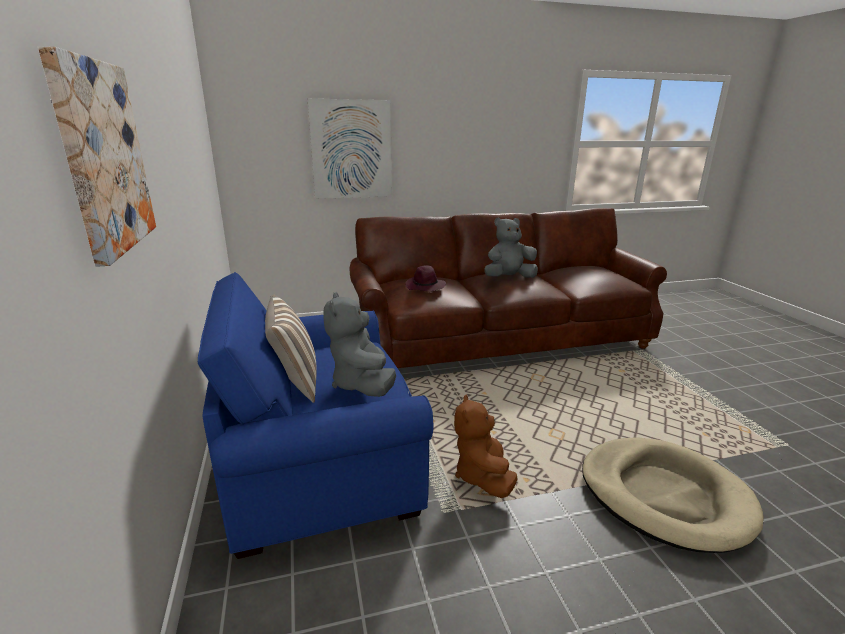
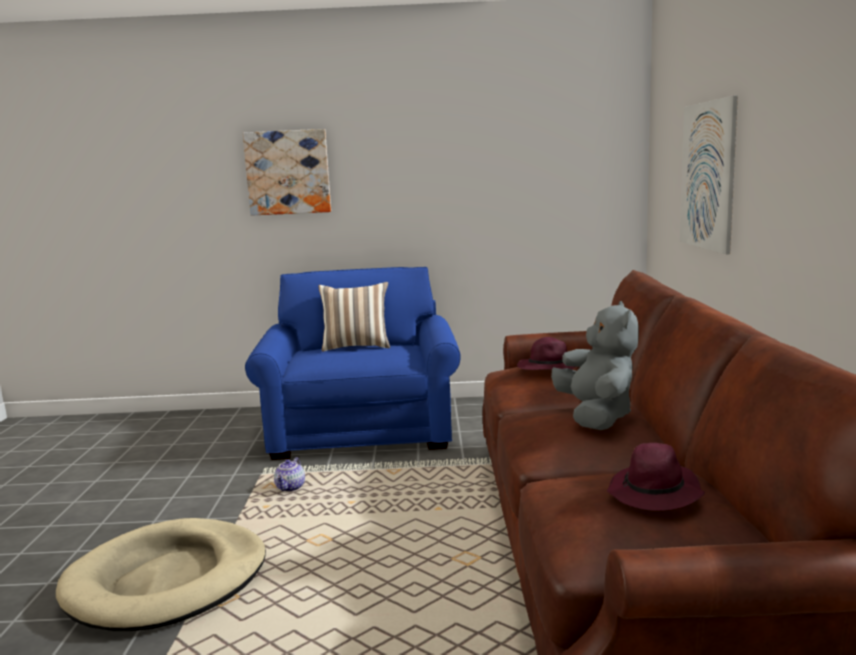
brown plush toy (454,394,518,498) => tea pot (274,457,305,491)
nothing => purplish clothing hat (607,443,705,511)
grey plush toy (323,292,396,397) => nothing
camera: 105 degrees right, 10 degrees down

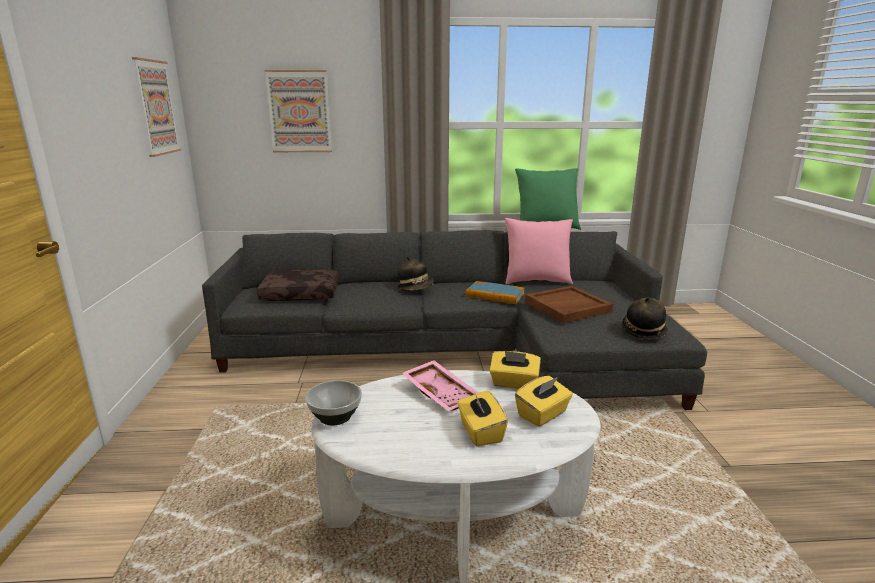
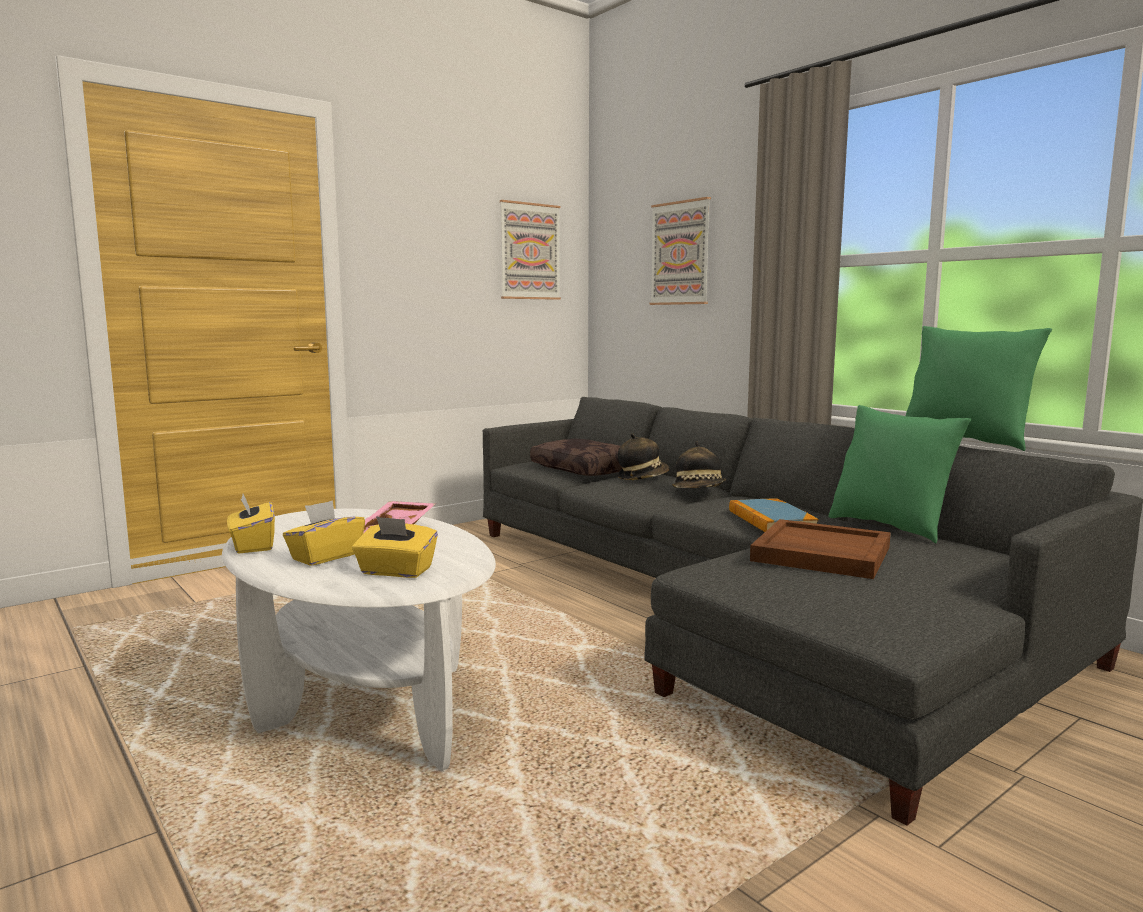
yellow-coloured tissue holder (490,351,541,389) => yellow-coloured tissue holder (227,494,275,553), relocated
clothing hat (622,297,669,340) => clothing hat (618,433,670,480), relocated
pinkish pillow (505,218,573,284) => green pillow (828,405,971,543)
serving bowl (305,380,362,425) => nothing
camera: 55 degrees right, 10 degrees down

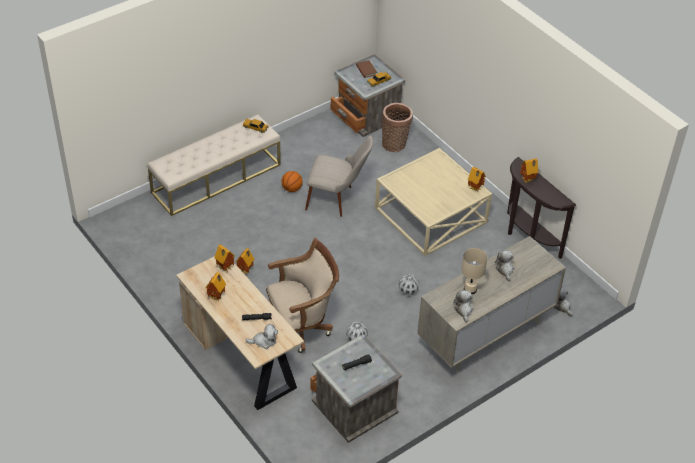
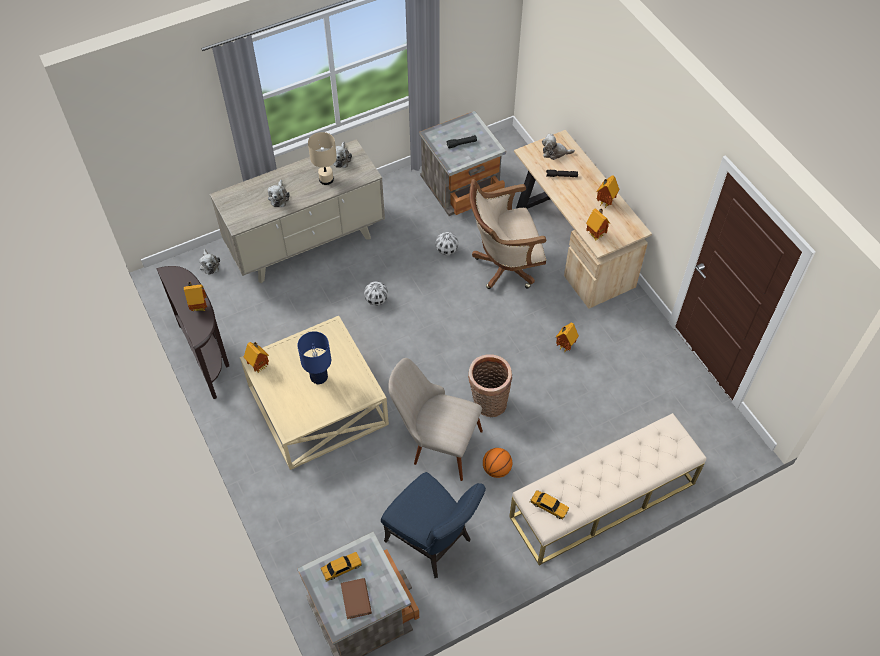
nothing => blue table lamp (297,331,331,385)
nothing => blue plain chair (381,472,486,578)
basket (382,103,413,152) => basket (468,354,512,417), relocated
camera: 170 degrees left, 10 degrees up

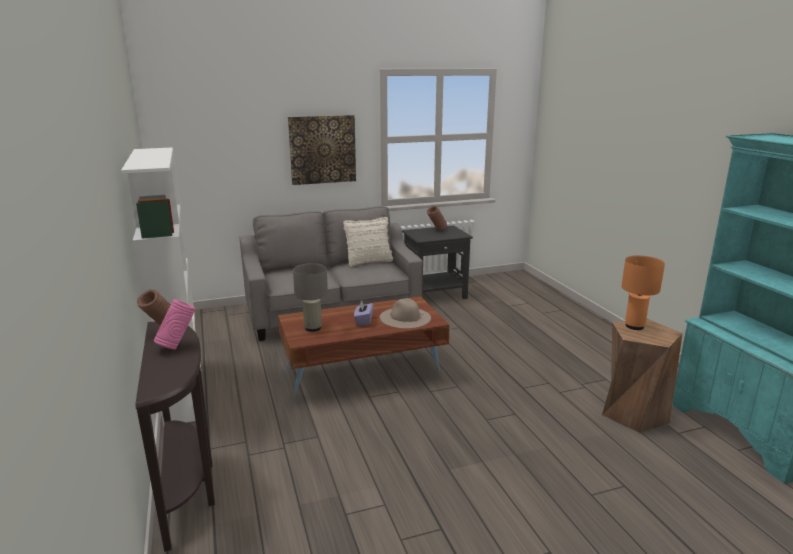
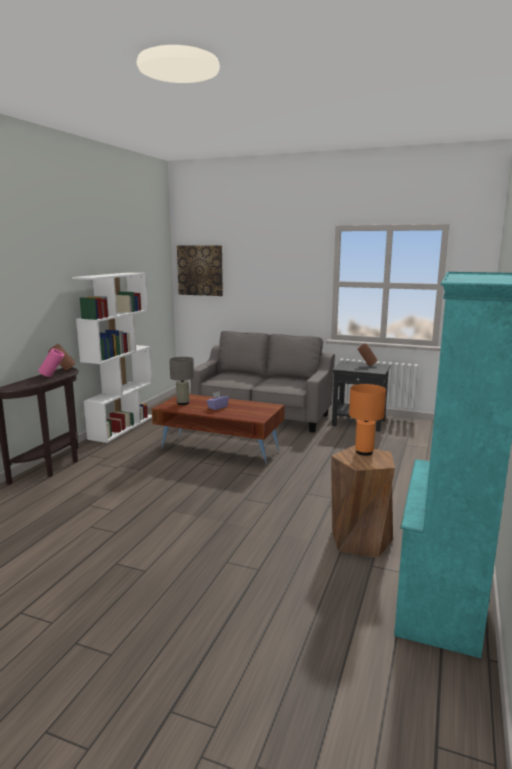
wall picture (288,115,356,185) => wall picture (177,245,223,296), relocated
sand-coloured pillow (343,217,393,267) => nothing
sand-coloured clothing hat (380,298,431,329) => nothing
camera: 40 degrees right, 5 degrees down

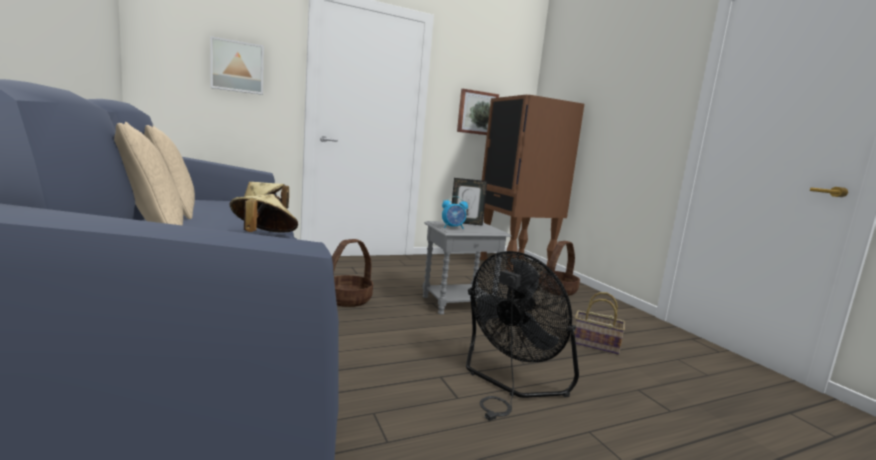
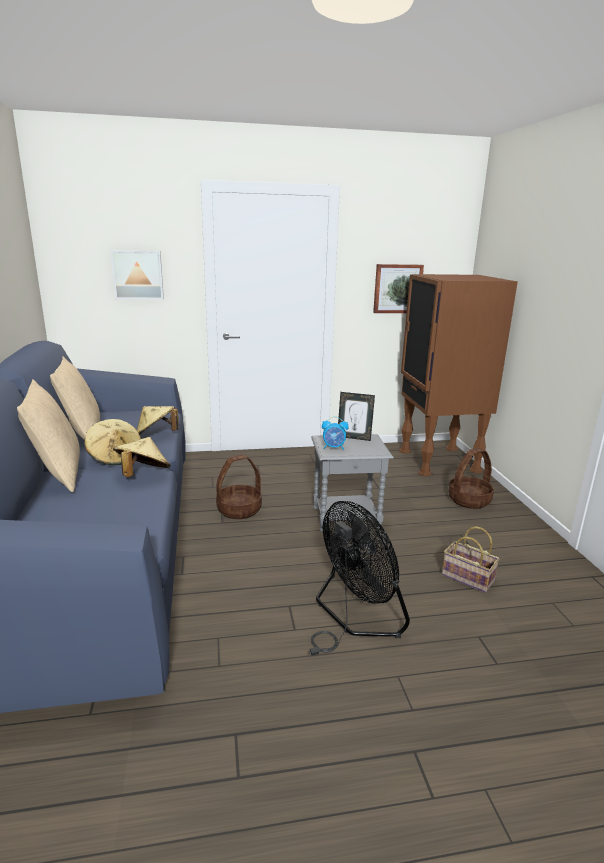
nothing => sand-coloured clothing hat (84,419,141,465)
camera: 15 degrees right, 10 degrees up

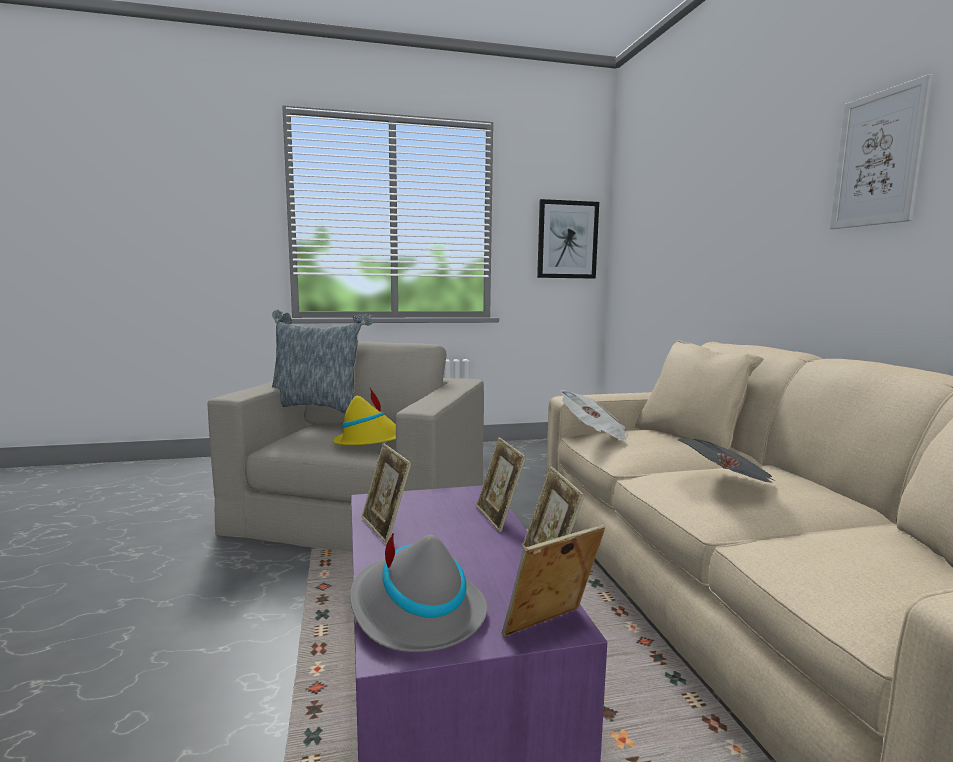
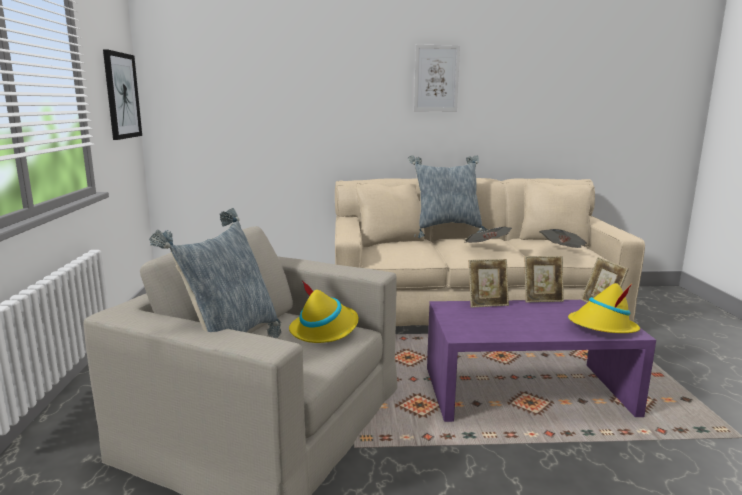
nothing => pillow (408,155,488,238)
printed paper (561,390,627,441) => printed paper (539,229,587,248), relocated
grey clothing hat (350,533,488,652) => yellow-coloured clothing hat (568,283,640,333)
picture frame (361,443,412,544) => nothing
camera: 80 degrees left, 5 degrees up

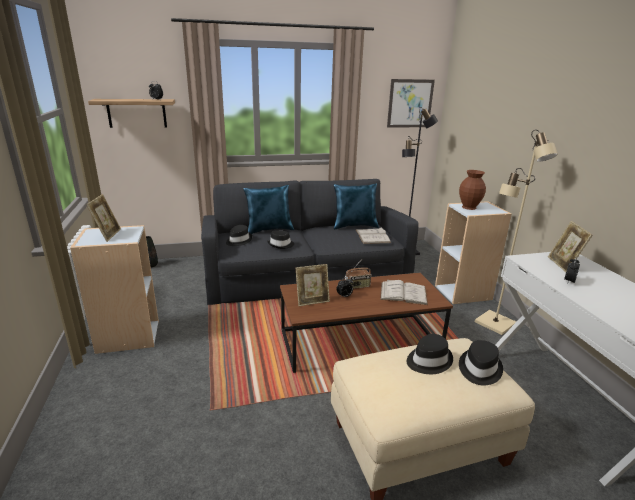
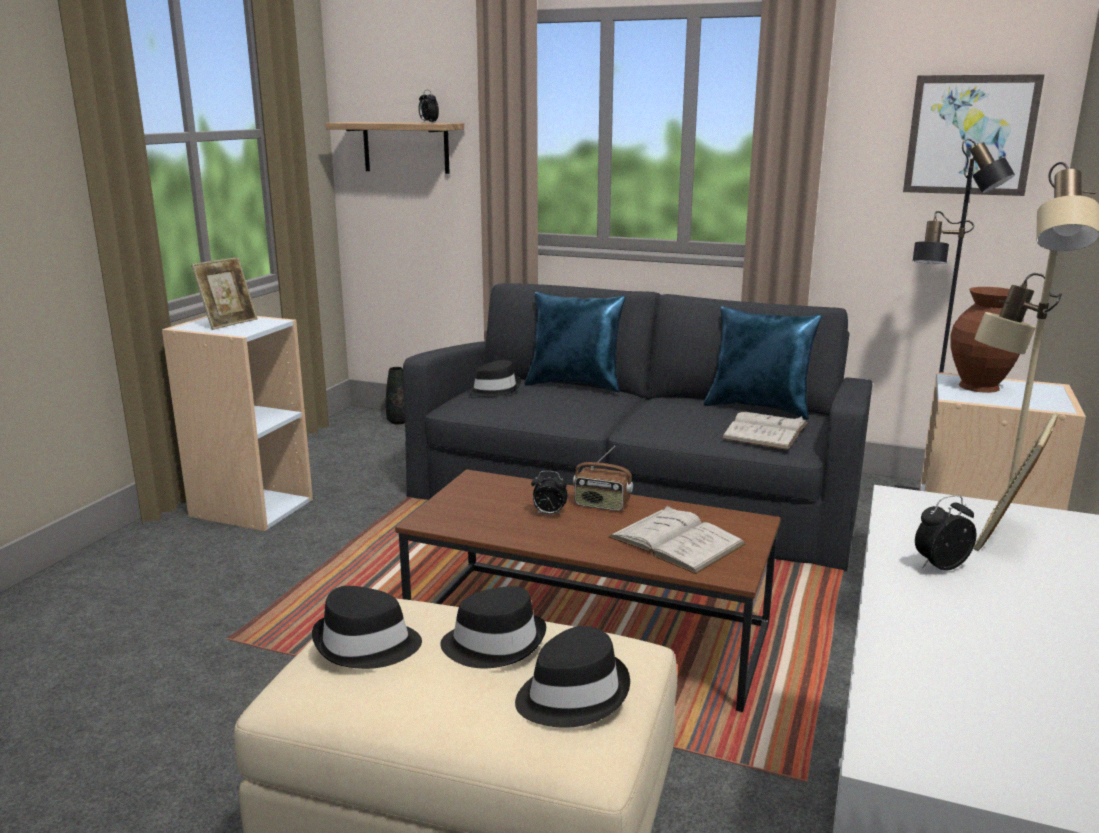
black clothing hat (267,231,294,249) => black clothing hat (312,586,422,669), relocated
picture frame (296,264,330,306) => nothing
camera: 35 degrees right, 5 degrees down

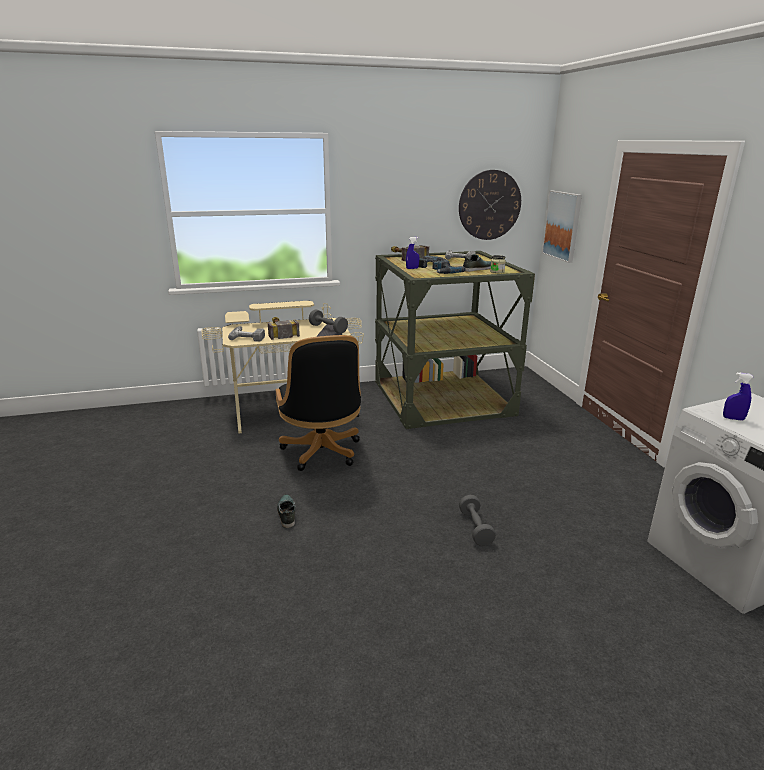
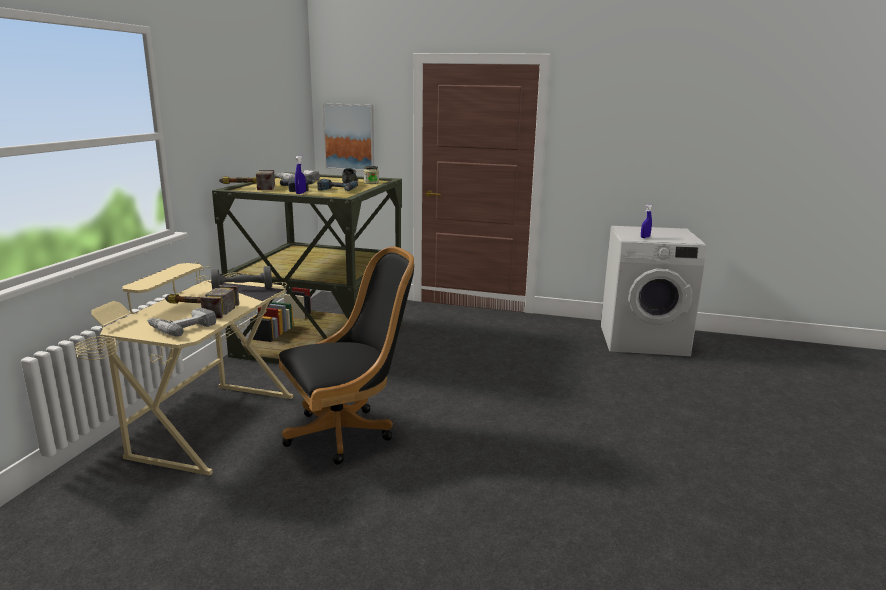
black office chair (276,335,361,471) => black office chair (279,246,414,465), 45 degrees counterclockwise
shoe (277,495,295,528) => nothing
wall clock (459,170,521,240) => nothing
grey free weight (459,495,496,546) => nothing
camera: 60 degrees left, 5 degrees down

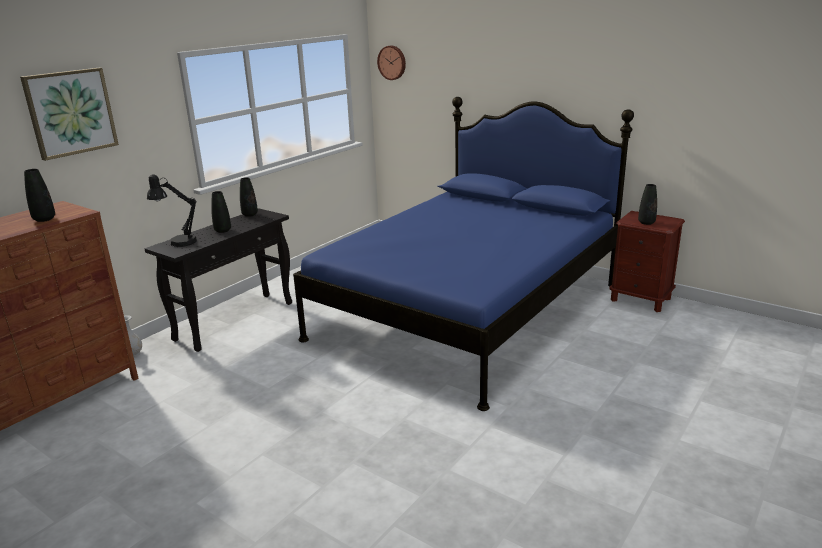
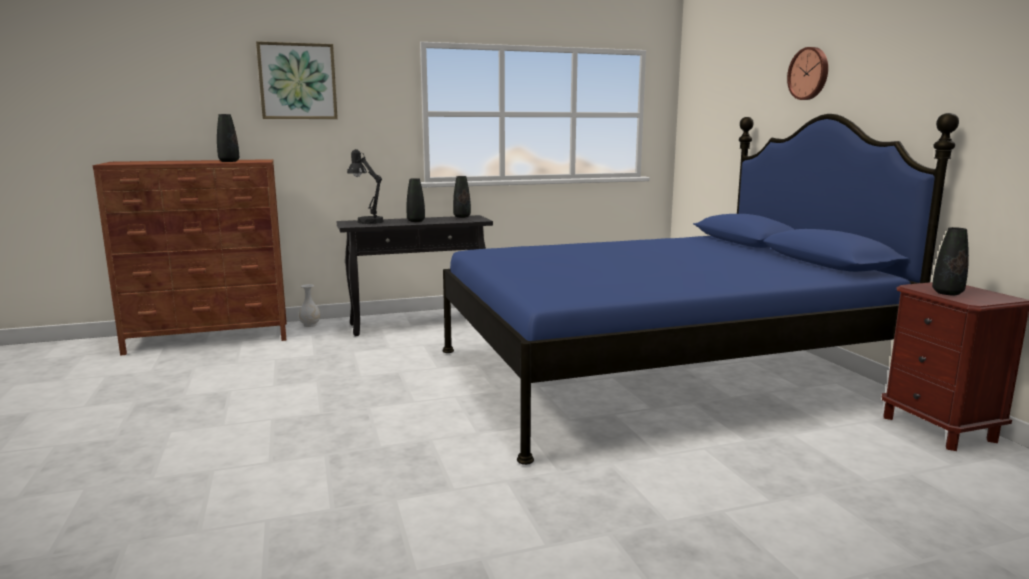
wall clock (377,46,406,80) => wall clock (787,47,828,100), relocated
camera: 35 degrees right, 10 degrees down

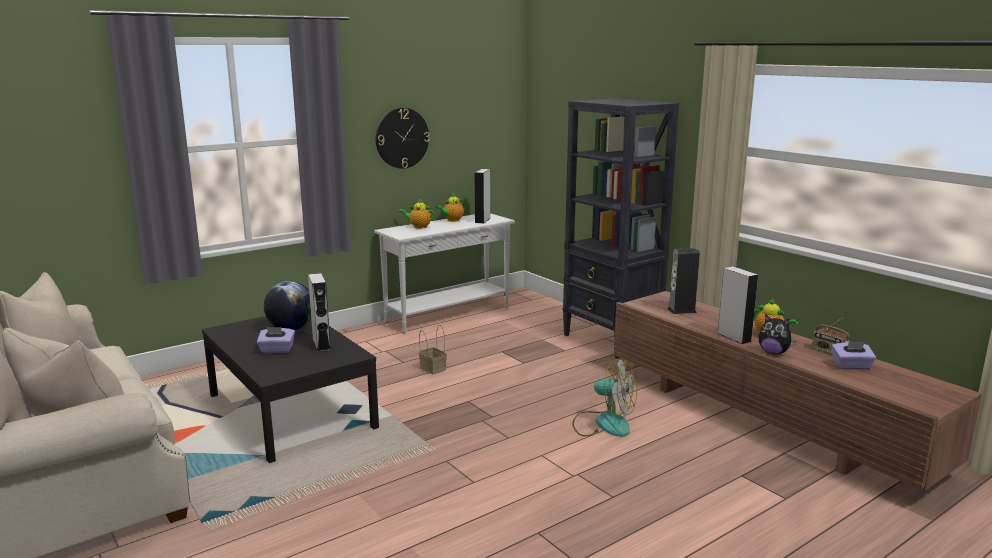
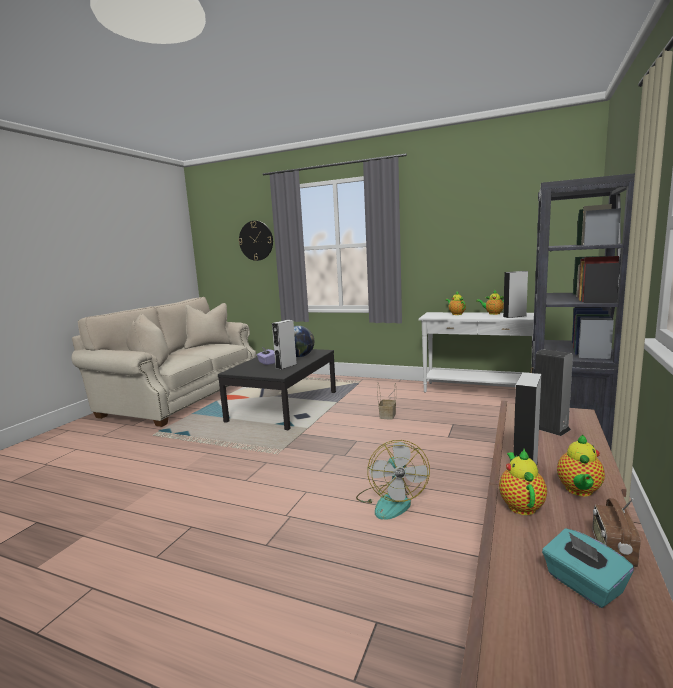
wall clock (376,108,430,169) => wall clock (238,221,273,261), relocated
plush toy (759,314,796,355) => tea pot (499,449,547,515)
purplish tissue holder (832,341,876,370) => turquoise tissue holder (542,528,634,608)
camera: 60 degrees right, 5 degrees down

